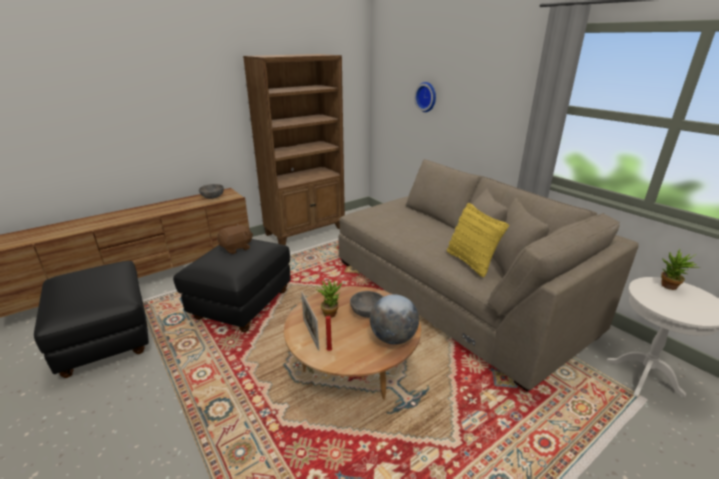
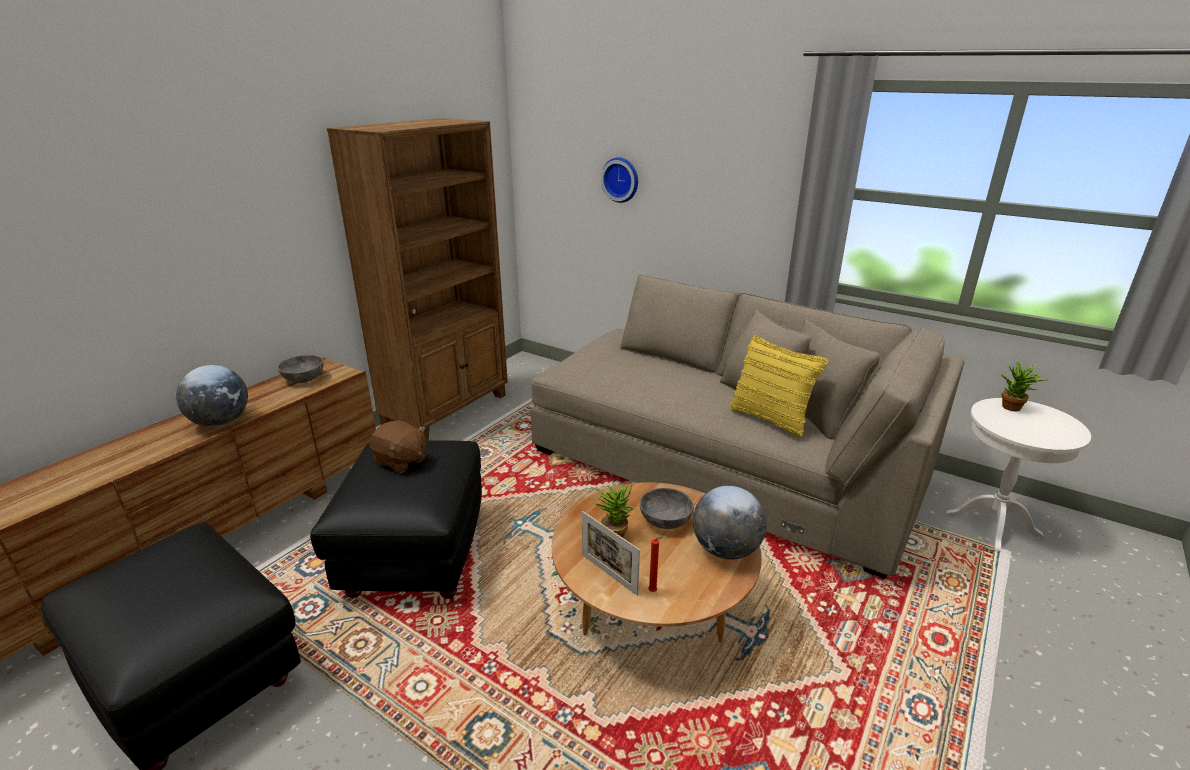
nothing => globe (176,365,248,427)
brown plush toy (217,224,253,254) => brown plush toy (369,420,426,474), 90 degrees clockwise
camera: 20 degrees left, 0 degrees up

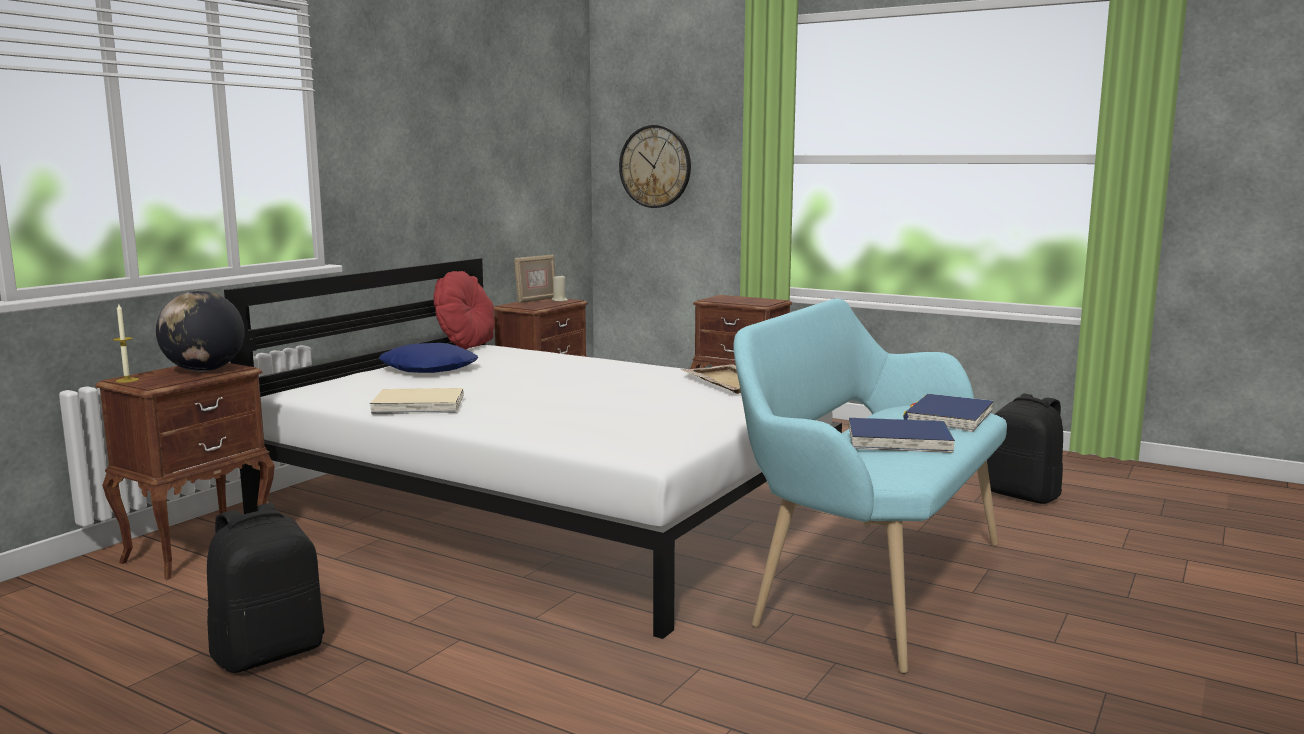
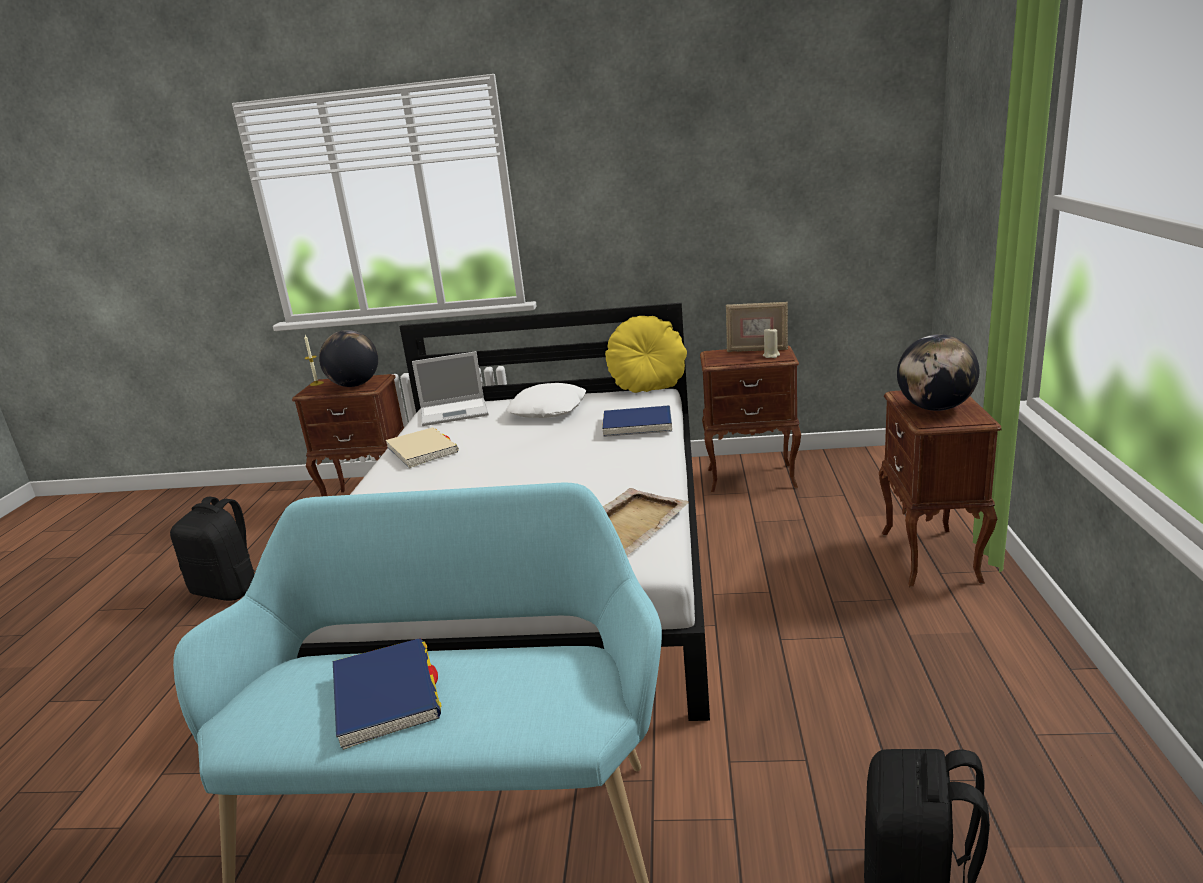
nothing => notebook computer (412,351,489,426)
blue pillow (379,343,478,373) => white pillow (506,383,586,418)
blue bound book (903,394,994,432) => blue bound book (602,405,672,437), relocated
reddish pillow (433,271,495,349) => yellow-coloured pillow (605,316,687,393)
nothing => globe (897,334,979,411)
wall clock (619,125,691,208) => nothing
camera: 65 degrees right, 10 degrees up

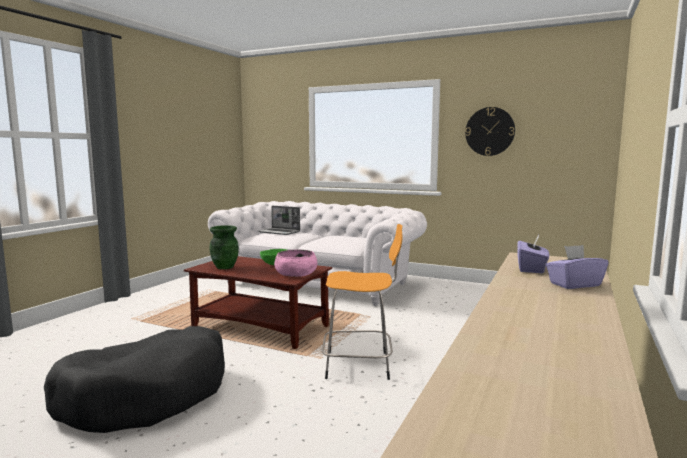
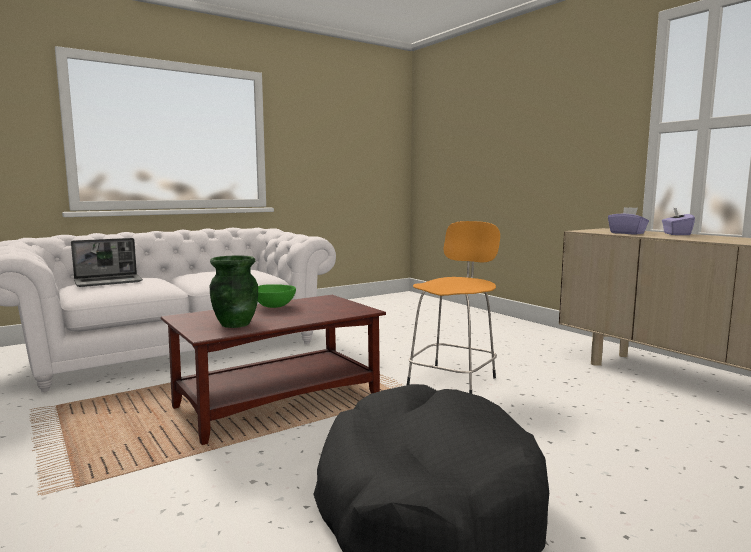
pinkish serving bowl (274,250,318,277) => nothing
wall clock (465,107,515,156) => nothing
camera: 60 degrees left, 0 degrees up

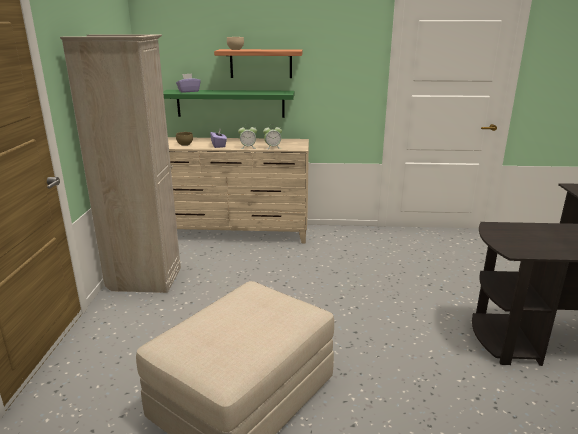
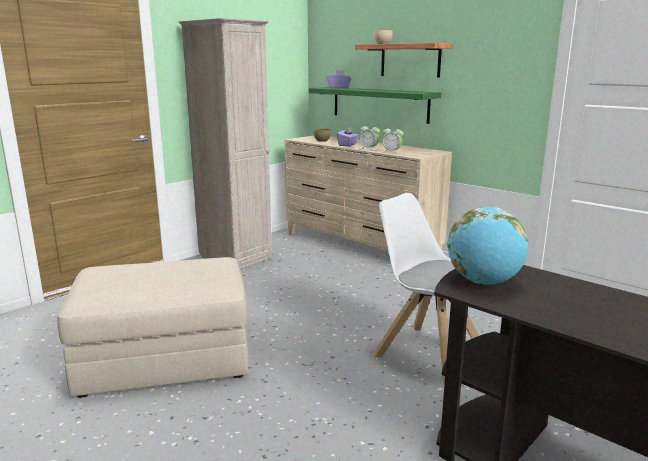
nothing => plain chair (373,193,479,384)
nothing => globe (447,207,528,285)
camera: 40 degrees right, 5 degrees down

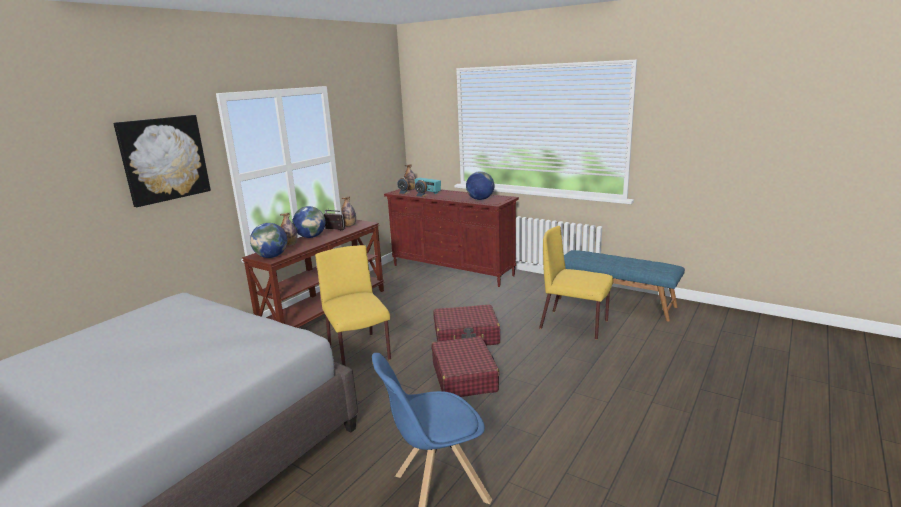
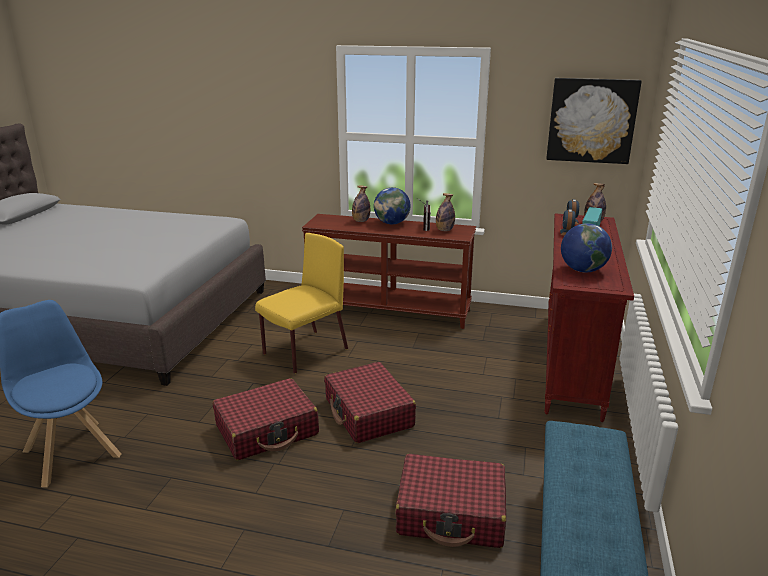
yellow-coloured plain chair (539,226,614,340) => reddish travel case (395,454,506,548)
wall picture (113,115,211,207) => wall picture (546,78,642,164), relocated
globe (250,223,287,258) => nothing
camera: 70 degrees right, 5 degrees up

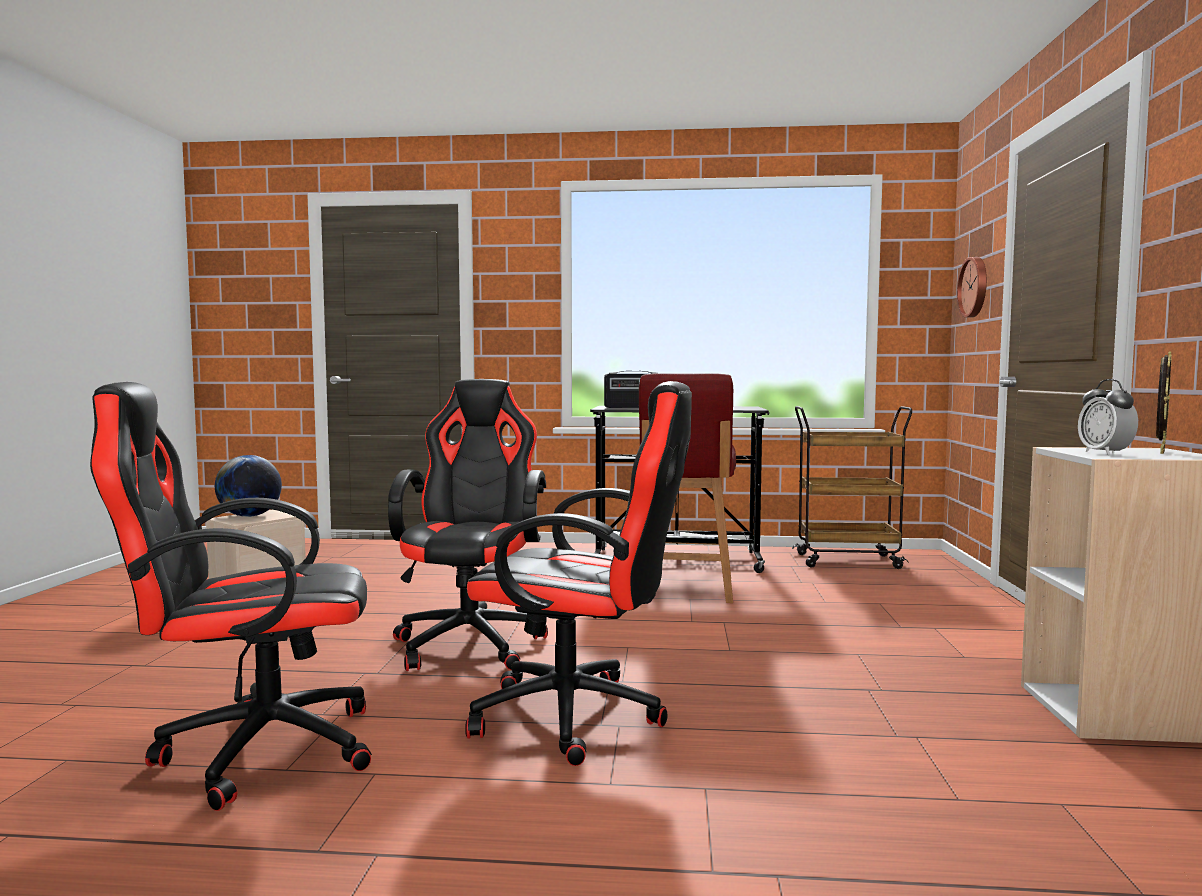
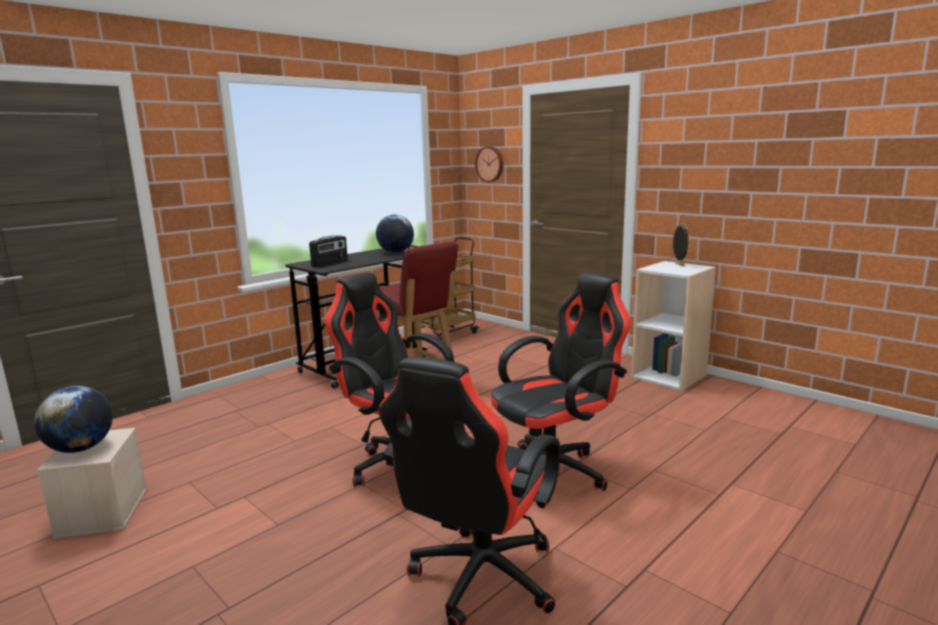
nothing => globe (376,215,414,253)
alarm clock (1078,379,1138,455) => nothing
camera: 50 degrees left, 10 degrees up

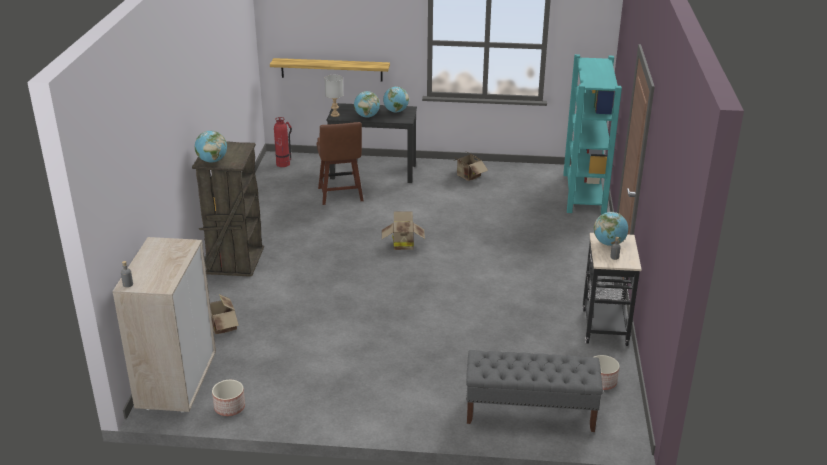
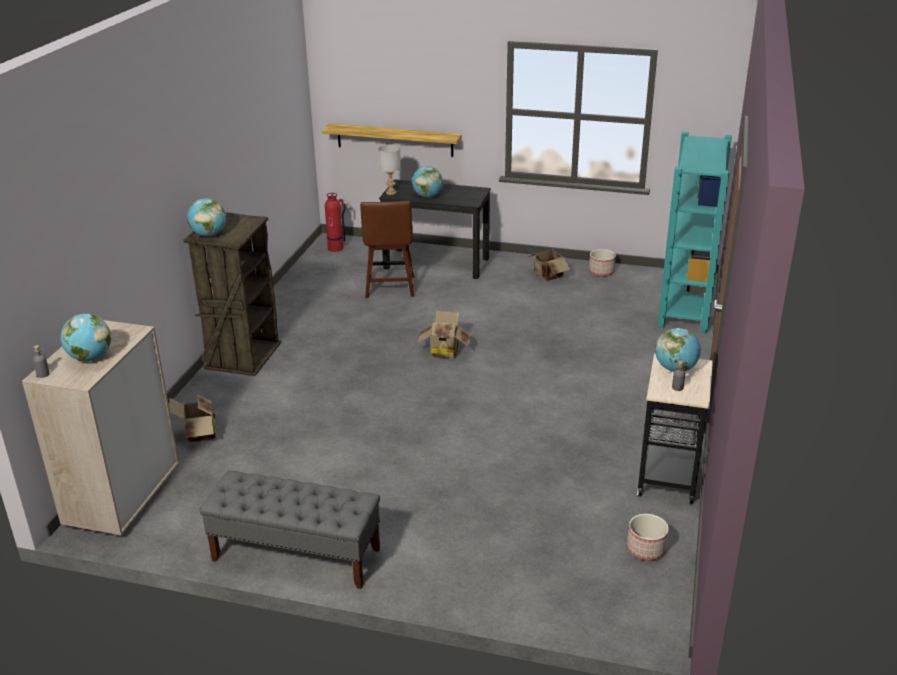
globe (383,86,409,113) => globe (61,313,111,361), relocated
grey indoor bench (466,350,603,432) => grey indoor bench (200,470,380,589), relocated
plant pot (212,380,245,416) => plant pot (589,249,616,277), relocated
camera: 10 degrees right, 0 degrees up

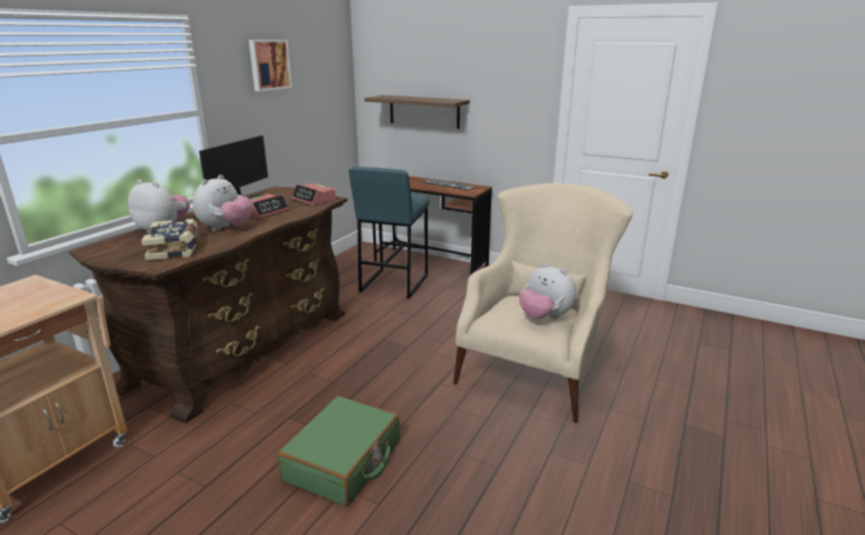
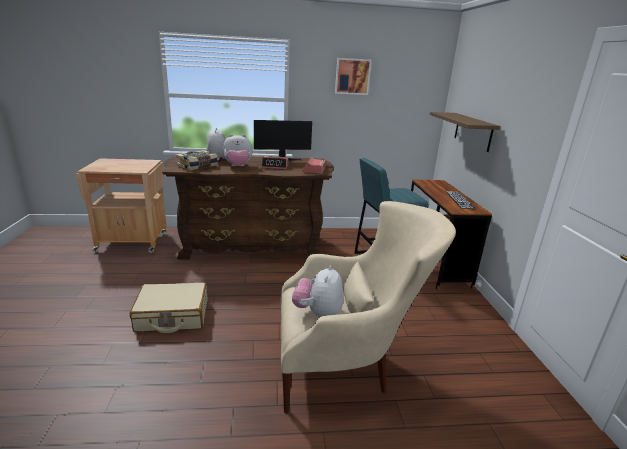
green travel case (277,396,400,506) => sand-coloured travel case (130,282,207,333)
camera: 55 degrees right, 0 degrees up

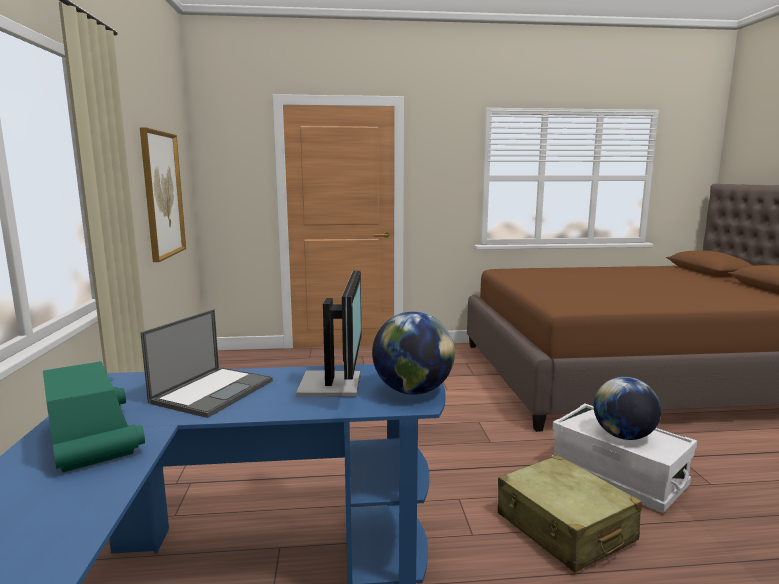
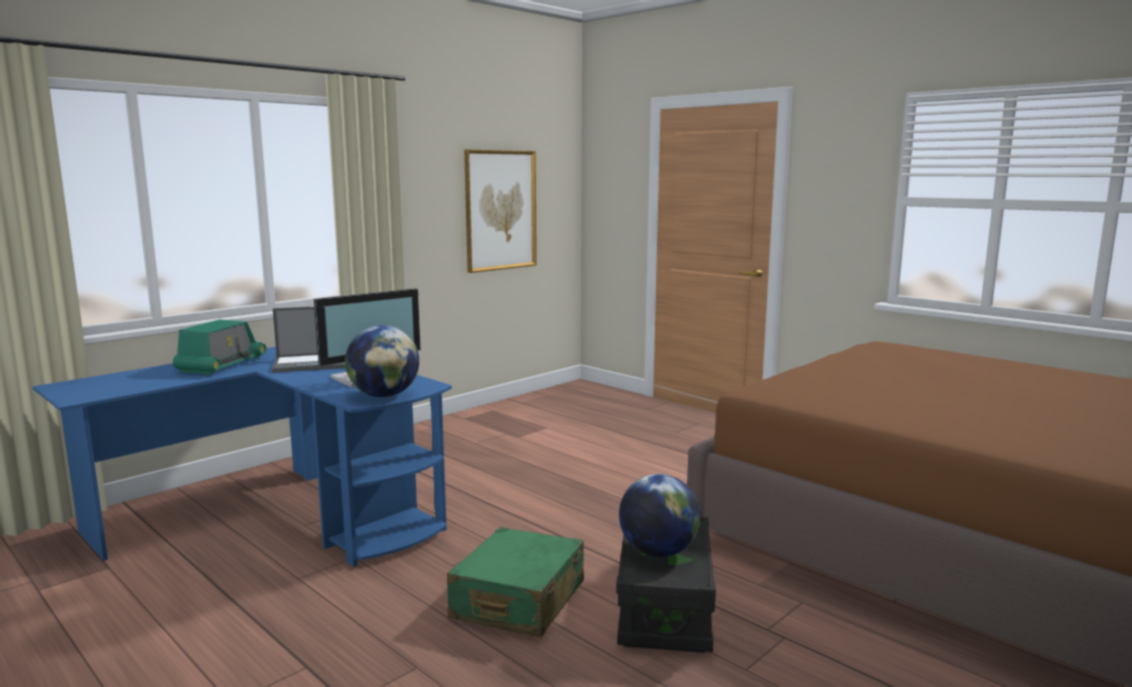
sand-coloured travel case (498,455,642,573) => green travel case (447,527,584,637)
white storage box (552,403,697,513) => black storage box (616,517,716,653)
camera: 50 degrees right, 0 degrees up

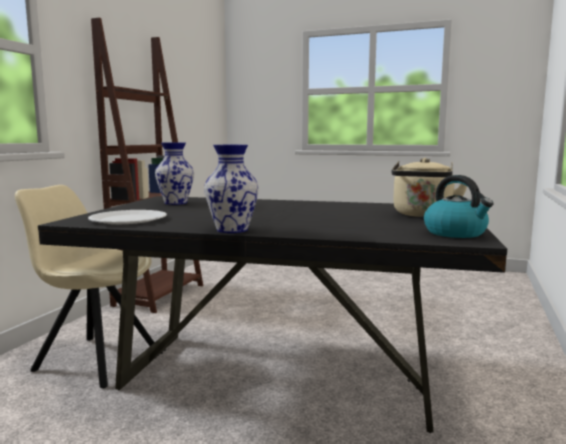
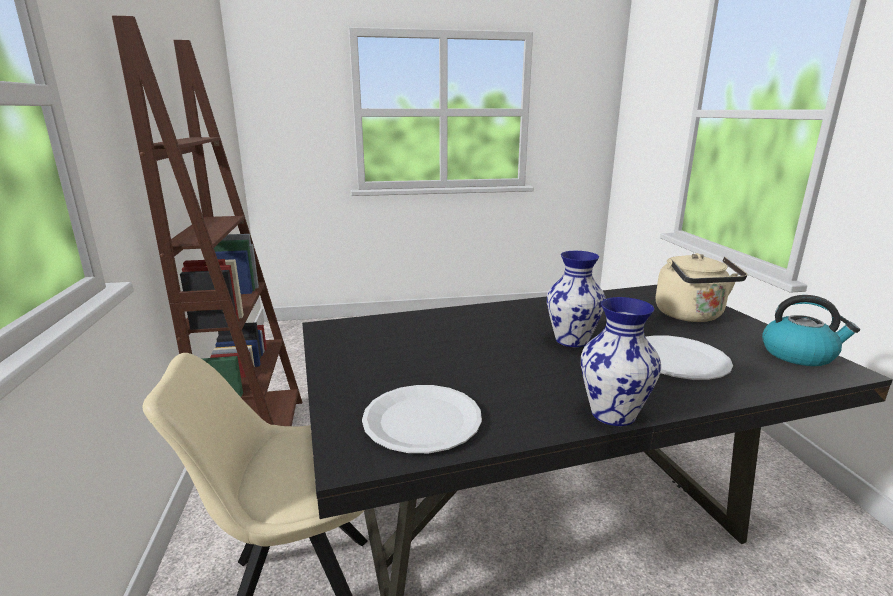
decorative vase (155,142,194,205) => decorative vase (547,251,606,347), relocated
nothing => white dinner plate (646,335,733,380)
camera: 30 degrees left, 10 degrees up

